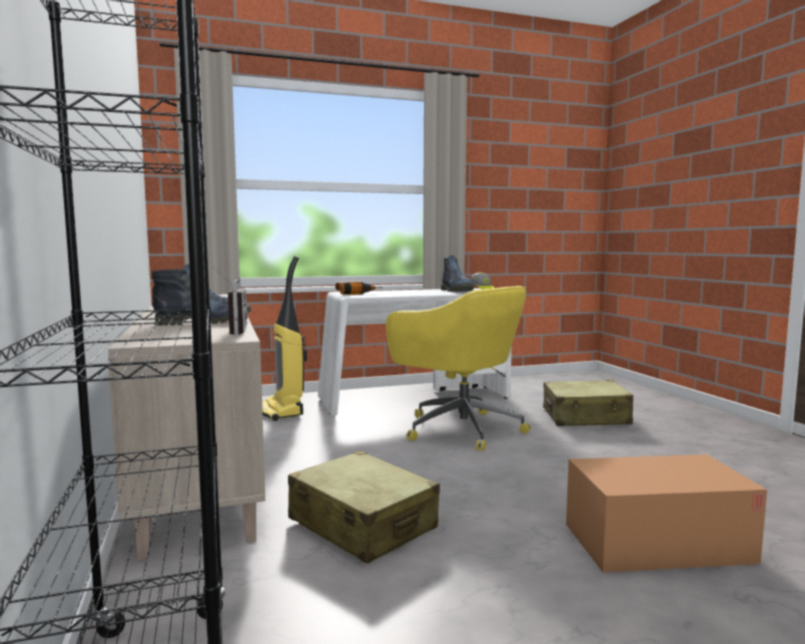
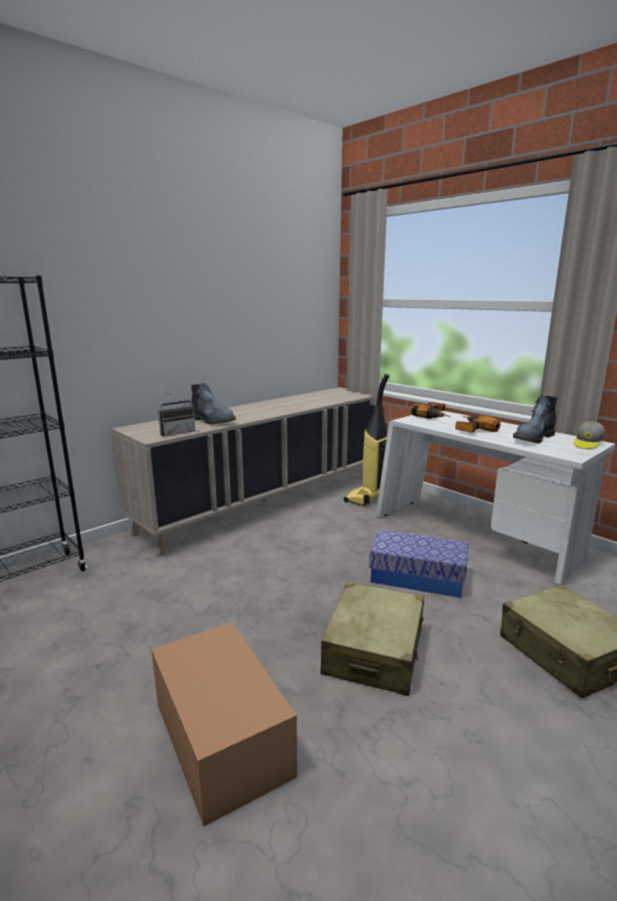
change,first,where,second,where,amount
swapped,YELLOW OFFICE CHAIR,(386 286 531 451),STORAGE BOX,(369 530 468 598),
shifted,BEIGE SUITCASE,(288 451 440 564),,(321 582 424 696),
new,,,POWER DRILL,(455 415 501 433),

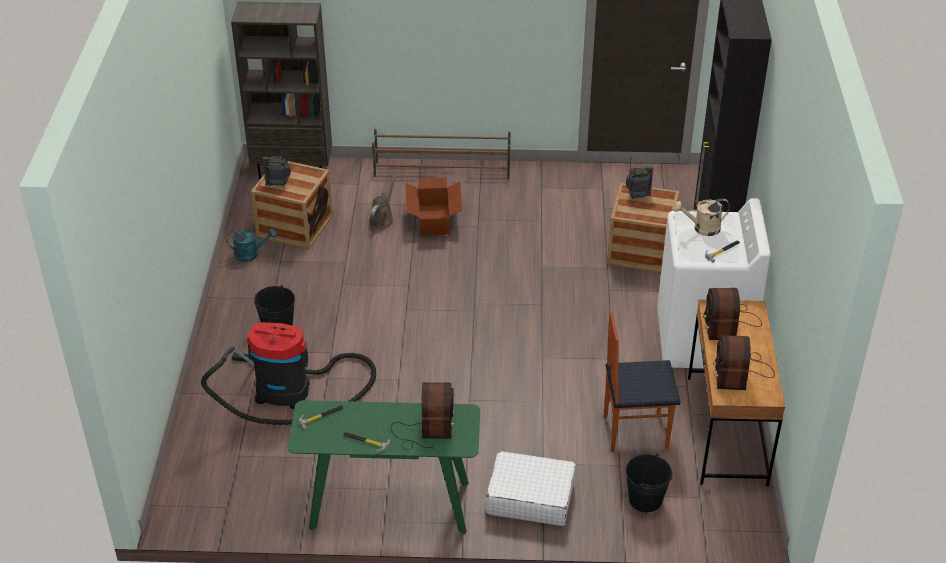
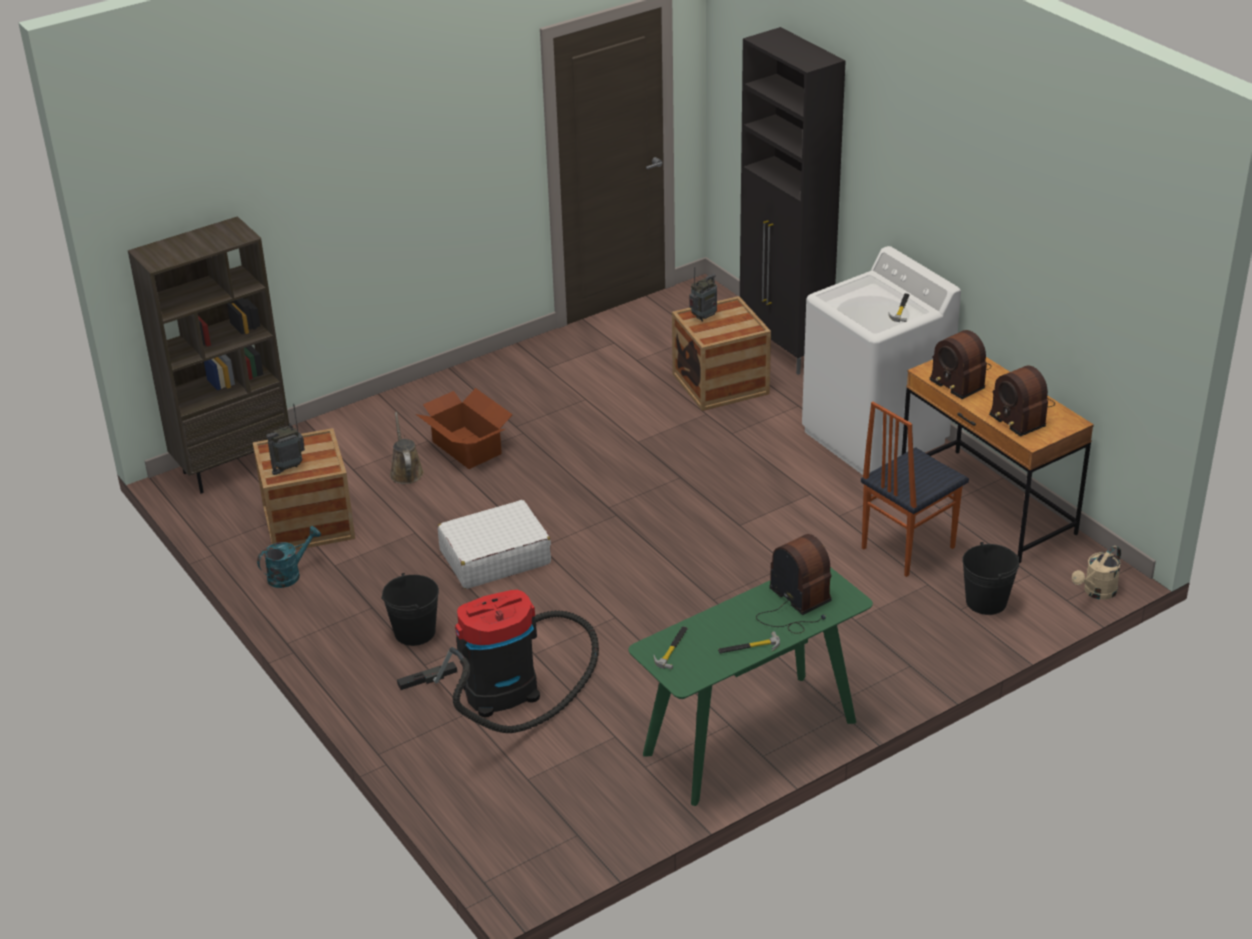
change,first,where,second,where,amount
gone,BROWN SHOE RACK,(372 128 511 180),,,
shifted,BEIGE WATERING CAN,(673 199 730 236),,(1072 546 1121 600),
shifted,WHITE SUITCASE,(486 451 576 526),,(438 500 551 589),

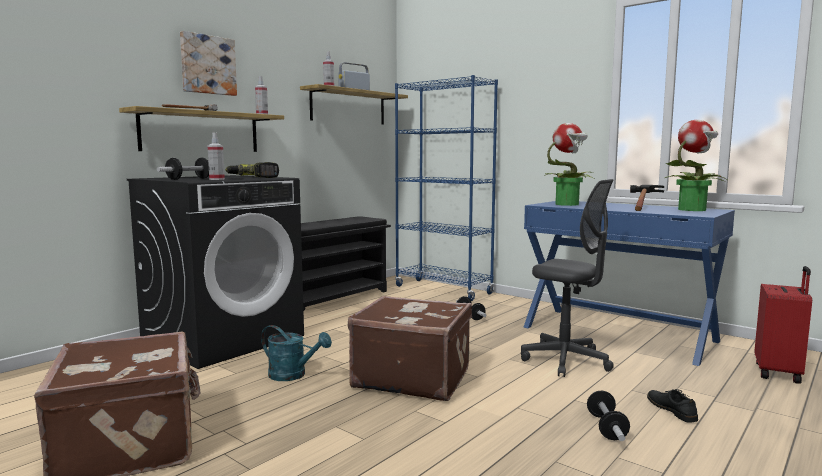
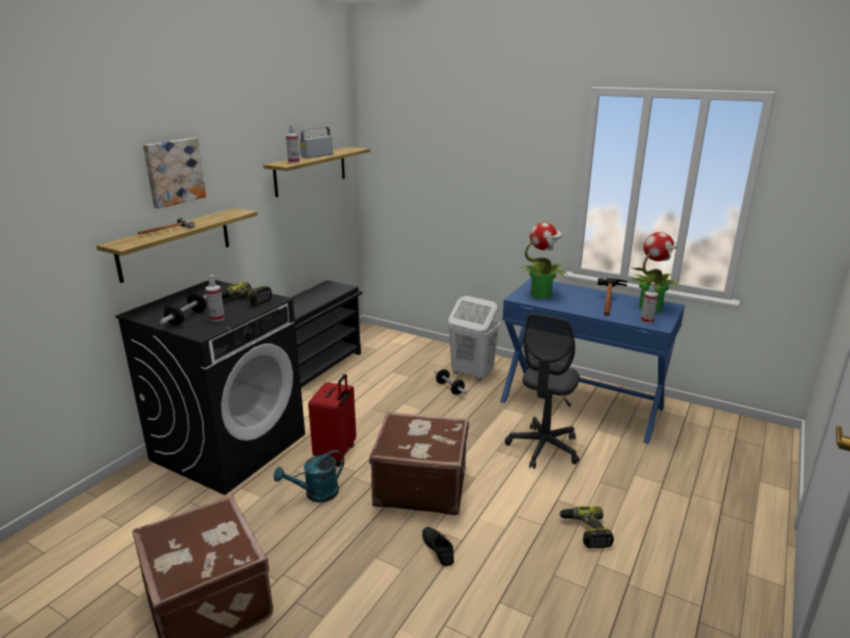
change,first,where,second,where,amount
gone,BLUE BOOKCASE,(395 75 498 301),,,
shifted,SPRAY BOTTLE,(255 76 268 114),,(641 282 658 324),
rotated,GREY OFFICE CHAIR,(521 179 614 377),,(505 313 579 469),90 degrees clockwise
shifted,RED SUITCASE,(755 266 812 384),,(308 374 356 467),
rotated,TURQUOISE WATERING CAN,(261 325 332 381),,(274 450 344 502),135 degrees clockwise
shifted,BLACK SHOE,(647 389 698 423),,(422 527 454 566),
swapped,DUMBBELL,(587 391 630 441),POWER DRILL,(559 506 614 548),
new,,,WHITE LAUNDRY BASKET,(448 296 500 381),

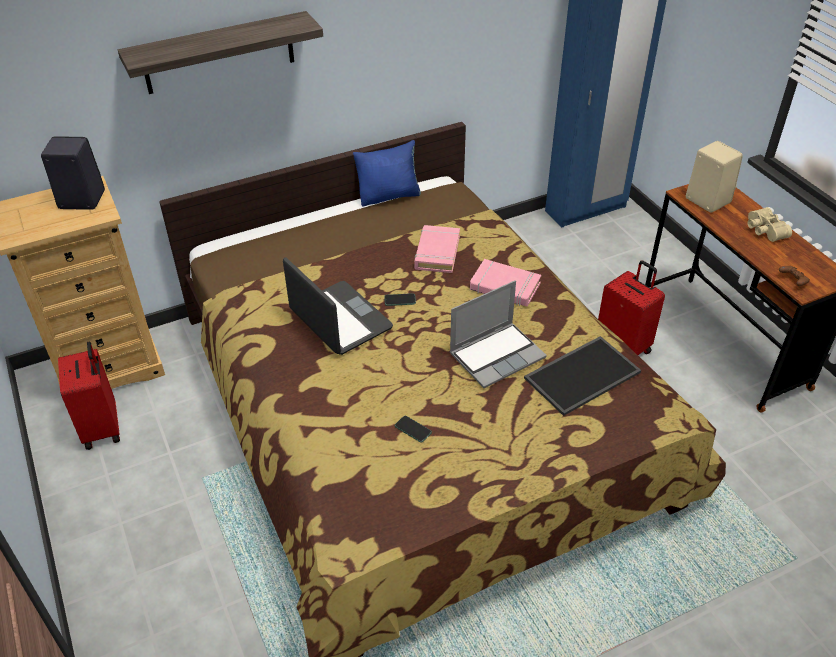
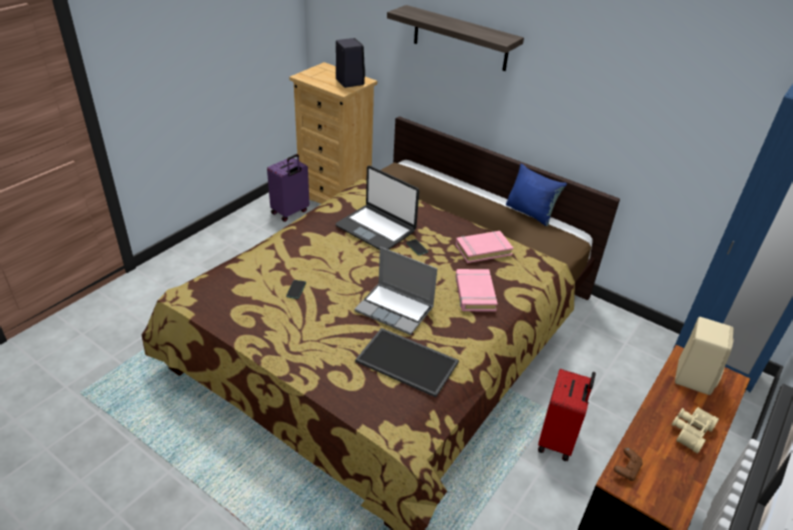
change,first,where,second,where,amount
rotated,LAPTOP,(283 257 393 355),,(336 166 419 250),105 degrees clockwise
repainted,RED SUITCASE,(58 342 120 450),PURPLE SUITCASE,(267 154 309 222),

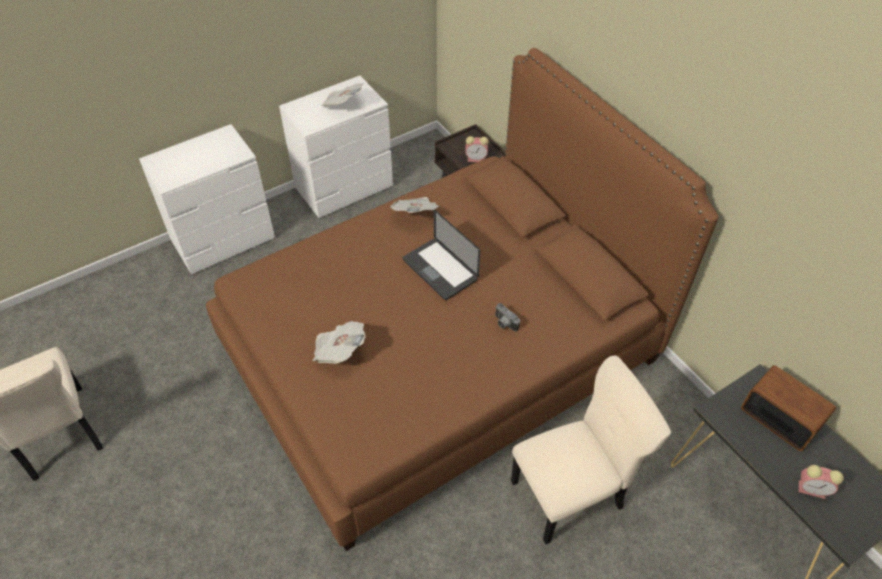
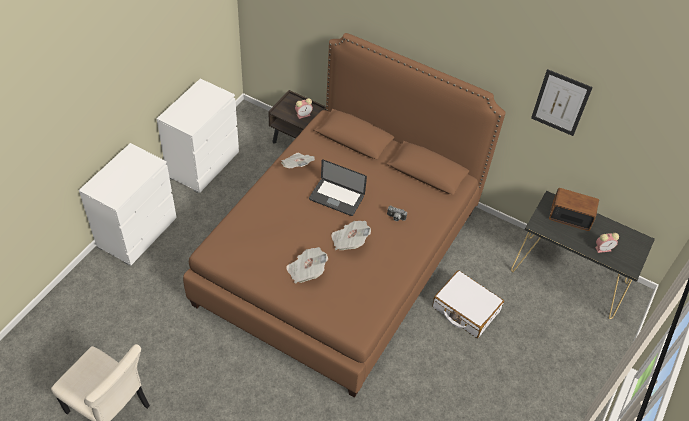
change,first,where,second,where,amount
shifted,NEWSPAPER,(321 83 364 106),,(331 221 371 250),
swapped,BEIGE CHAIR,(511 356 671 544),WHITE SUITCASE,(432 270 504 338),
new,,,PICTURE,(531 69 593 136),

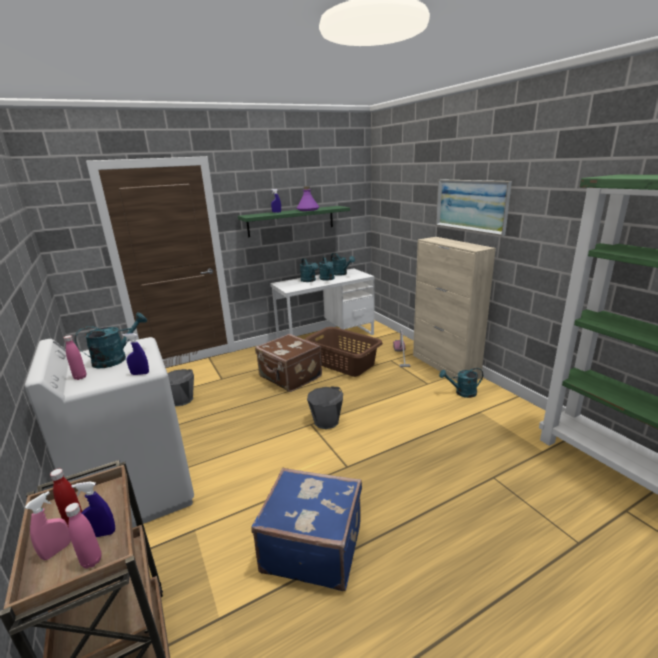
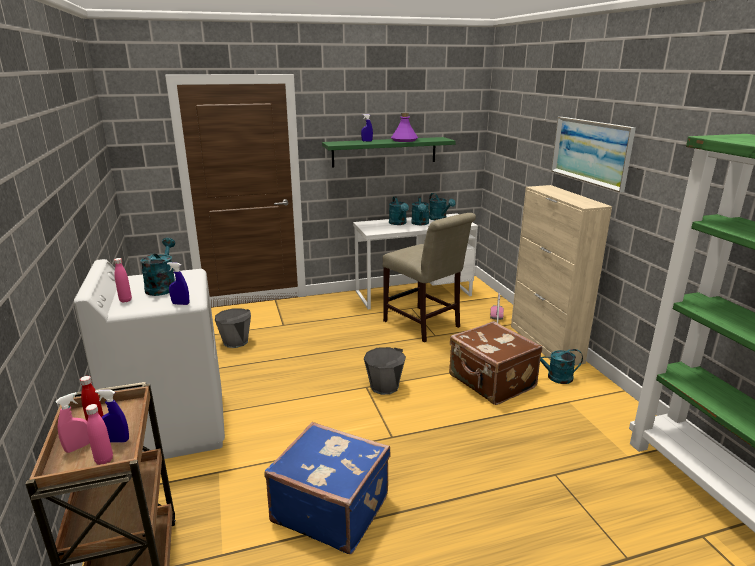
change,first,where,second,where,amount
rotated,TURQUOISE WATERING CAN,(75 313 147 368),,(140 238 175 296),60 degrees counterclockwise
swapped,BROWN LAUNDRY BASKET,(305 327 383 377),BEIGE CHAIR,(382 213 476 342),
shifted,BROWN SUITCASE,(255 334 322 392),,(449 321 542 405),

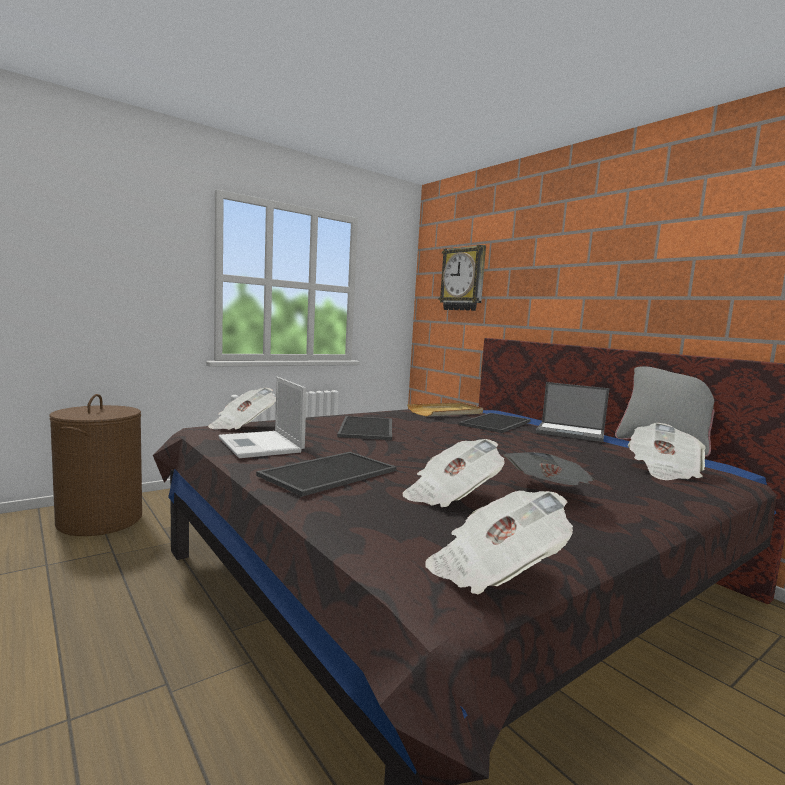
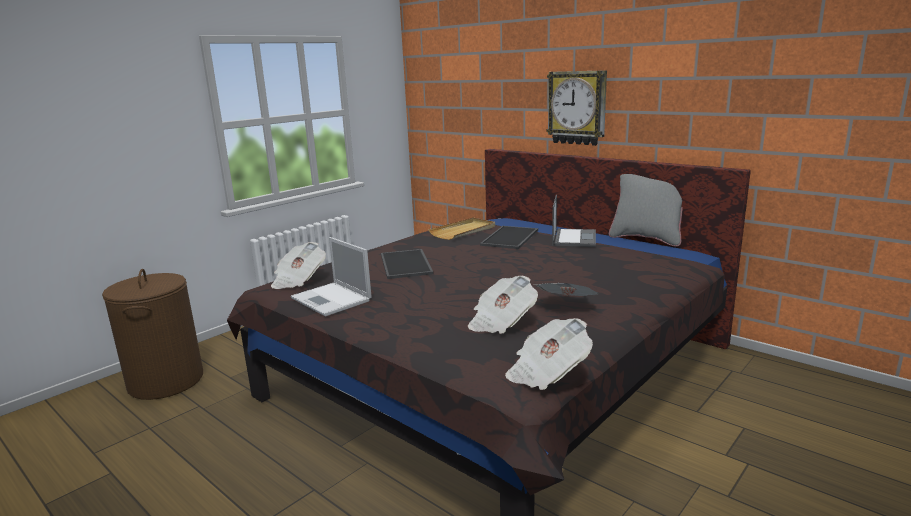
change,first,where,second,where,amount
shifted,WALL CLOCK,(439 245 486 311),,(546 70 607 146),
rotated,LAPTOP,(535 382 609 442),,(552 195 596 247),90 degrees counterclockwise
gone,NEWSPAPER,(628 423 705 480),,,
gone,TRAY,(256 452 397 496),,,

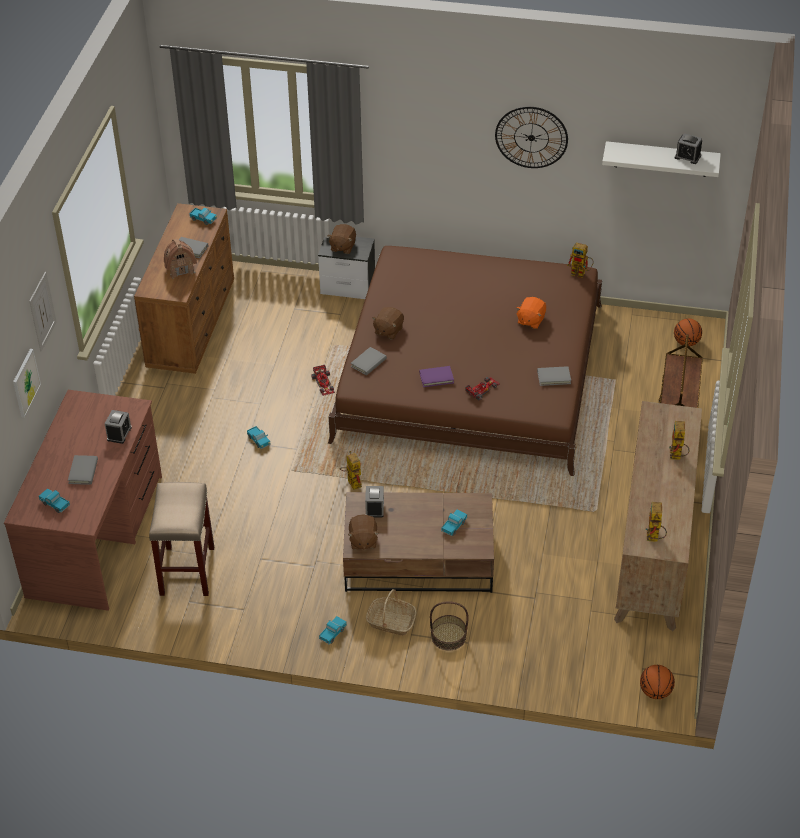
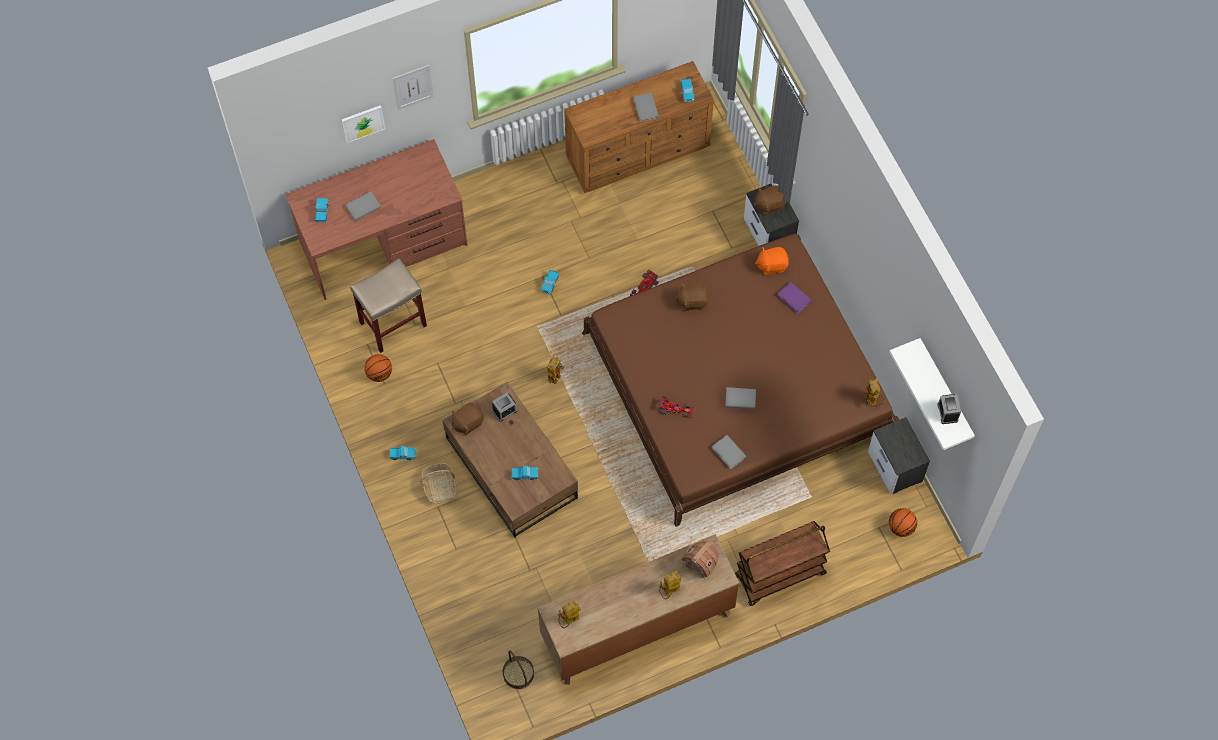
change,first,where,second,where,amount
gone,WALL CLOCK,(495 107 568 168),,,
shifted,TOY HOUSE,(164 239 197 279),,(681 541 719 580),
shifted,ORANGE PLUSH TOY,(516 297 546 329),,(755 247 789 275),
shifted,GREY BOOK,(351 347 387 375),,(725 387 756 409),
shifted,PURPLE BOOK,(419 366 454 387),,(777 282 812 314),
gone,ALARM CLOCK,(105 410 132 444),,,
shifted,BASKET,(430 601 469 651),,(503 650 534 689),
shifted,BASKETBALL,(640 665 675 699),,(364 354 392 382),
new,,,NIGHTSTAND,(868 417 930 494),

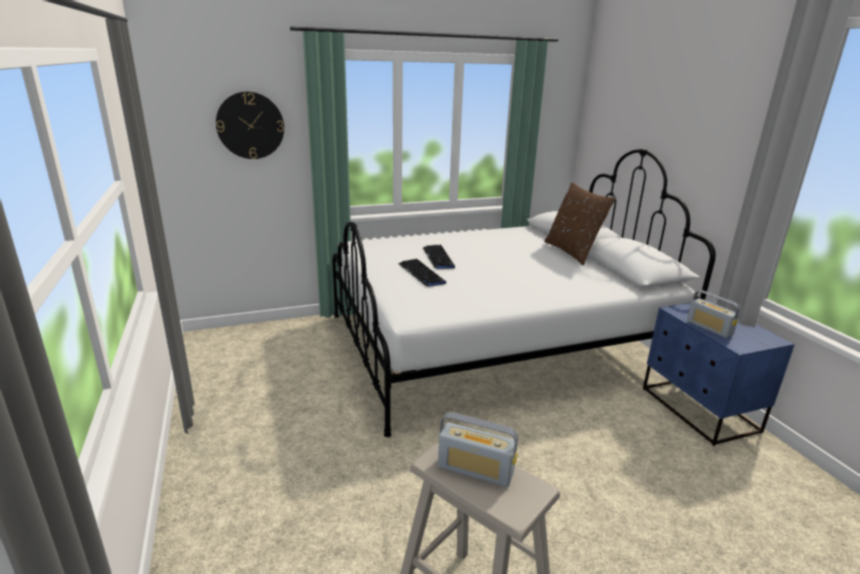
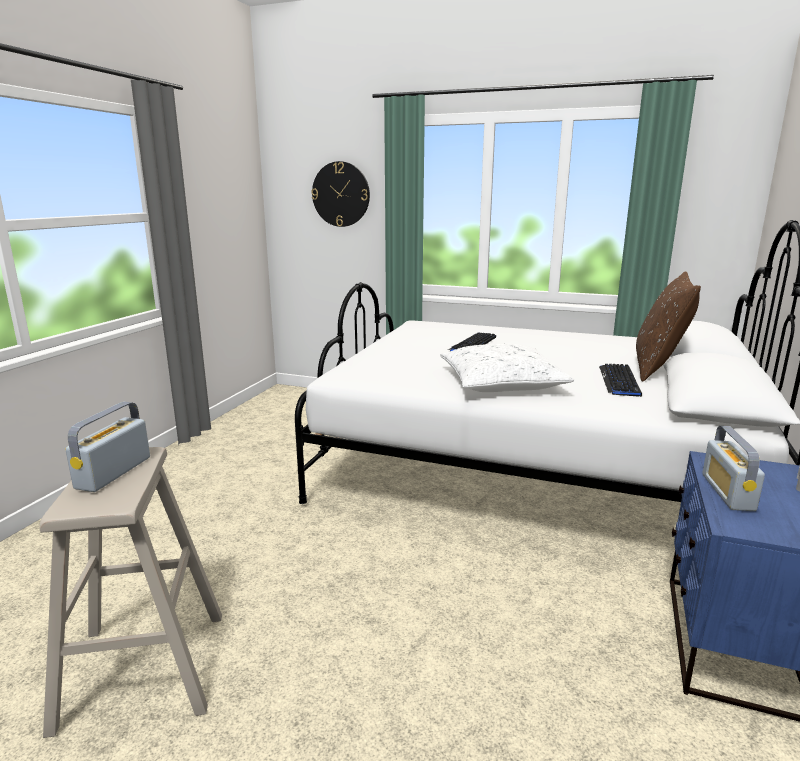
change,first,where,second,where,amount
shifted,KEYBOARD,(399 259 446 287),,(599 364 642 397),
rotated,RADIO,(438 412 518 487),,(66 402 150 492),45 degrees clockwise
new,,,WHITE PILLOW,(440 344 574 392),

